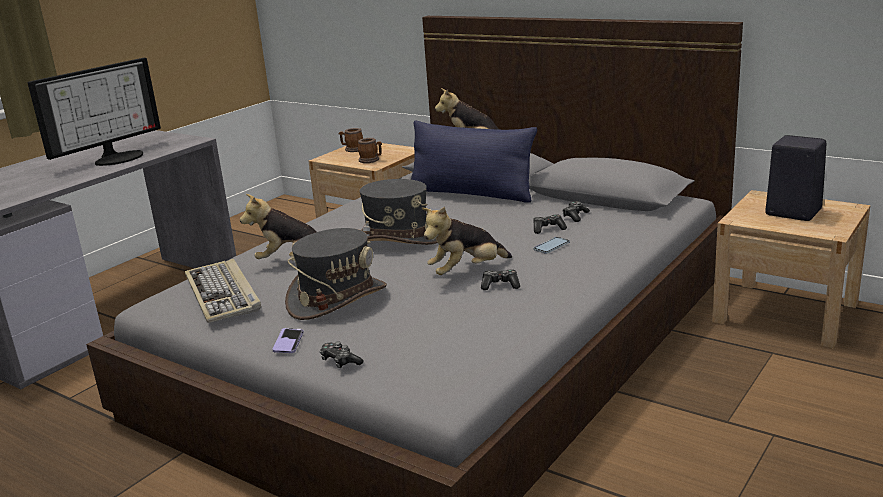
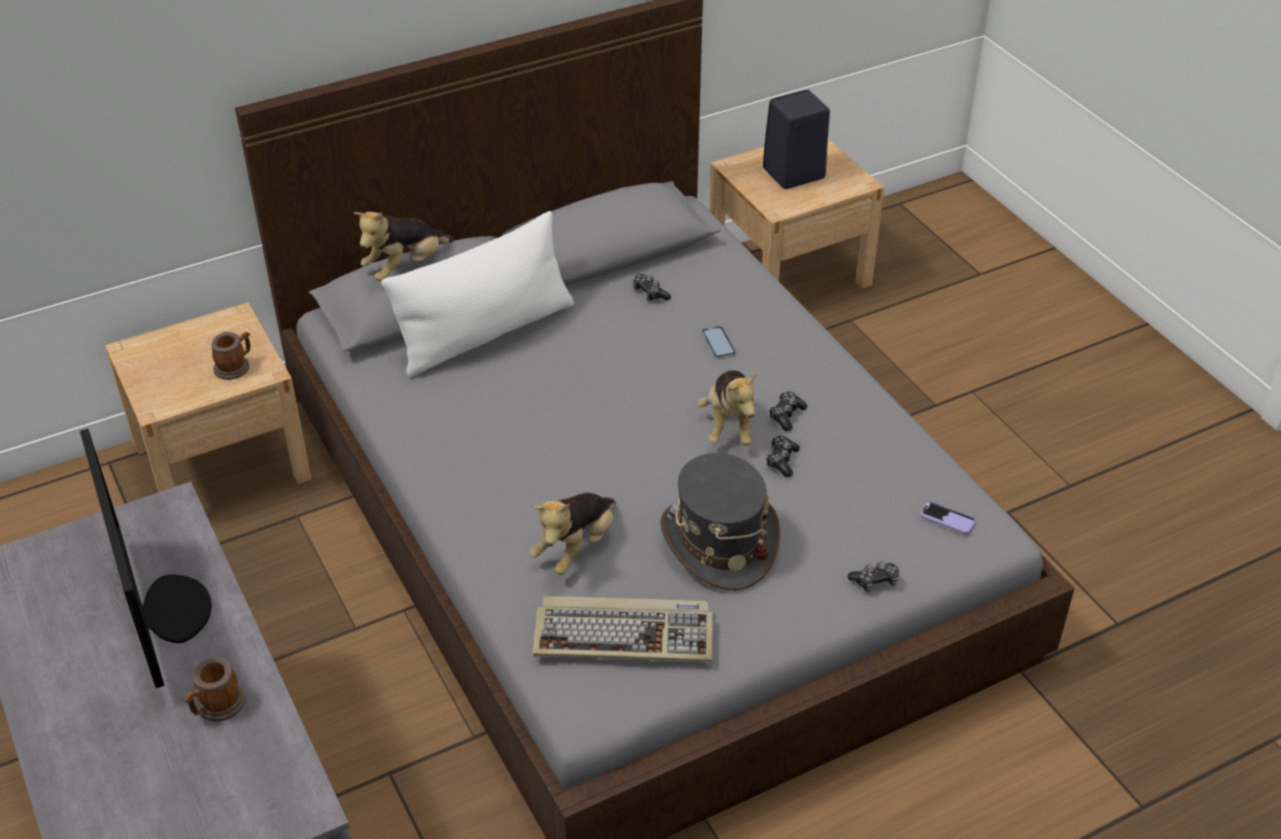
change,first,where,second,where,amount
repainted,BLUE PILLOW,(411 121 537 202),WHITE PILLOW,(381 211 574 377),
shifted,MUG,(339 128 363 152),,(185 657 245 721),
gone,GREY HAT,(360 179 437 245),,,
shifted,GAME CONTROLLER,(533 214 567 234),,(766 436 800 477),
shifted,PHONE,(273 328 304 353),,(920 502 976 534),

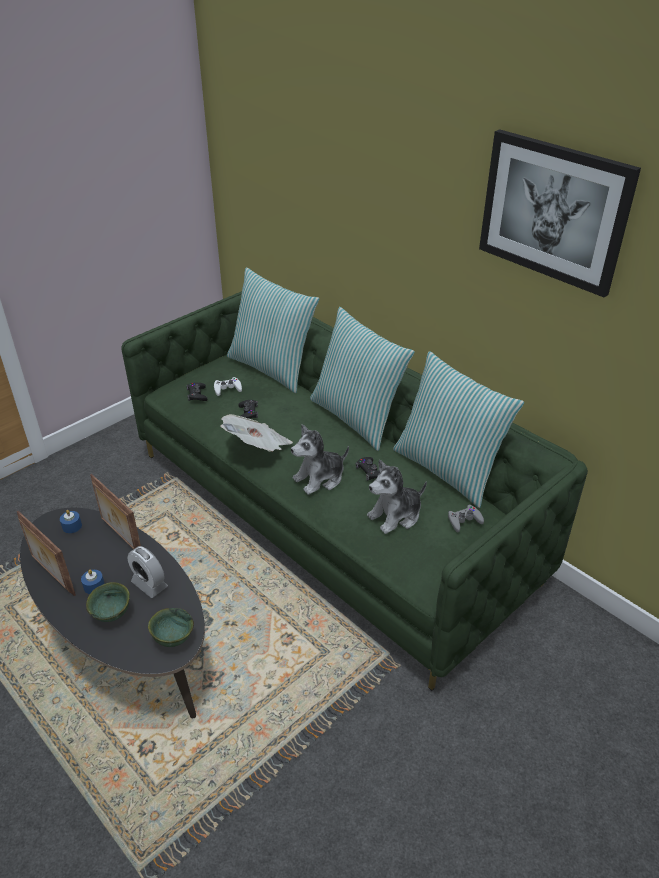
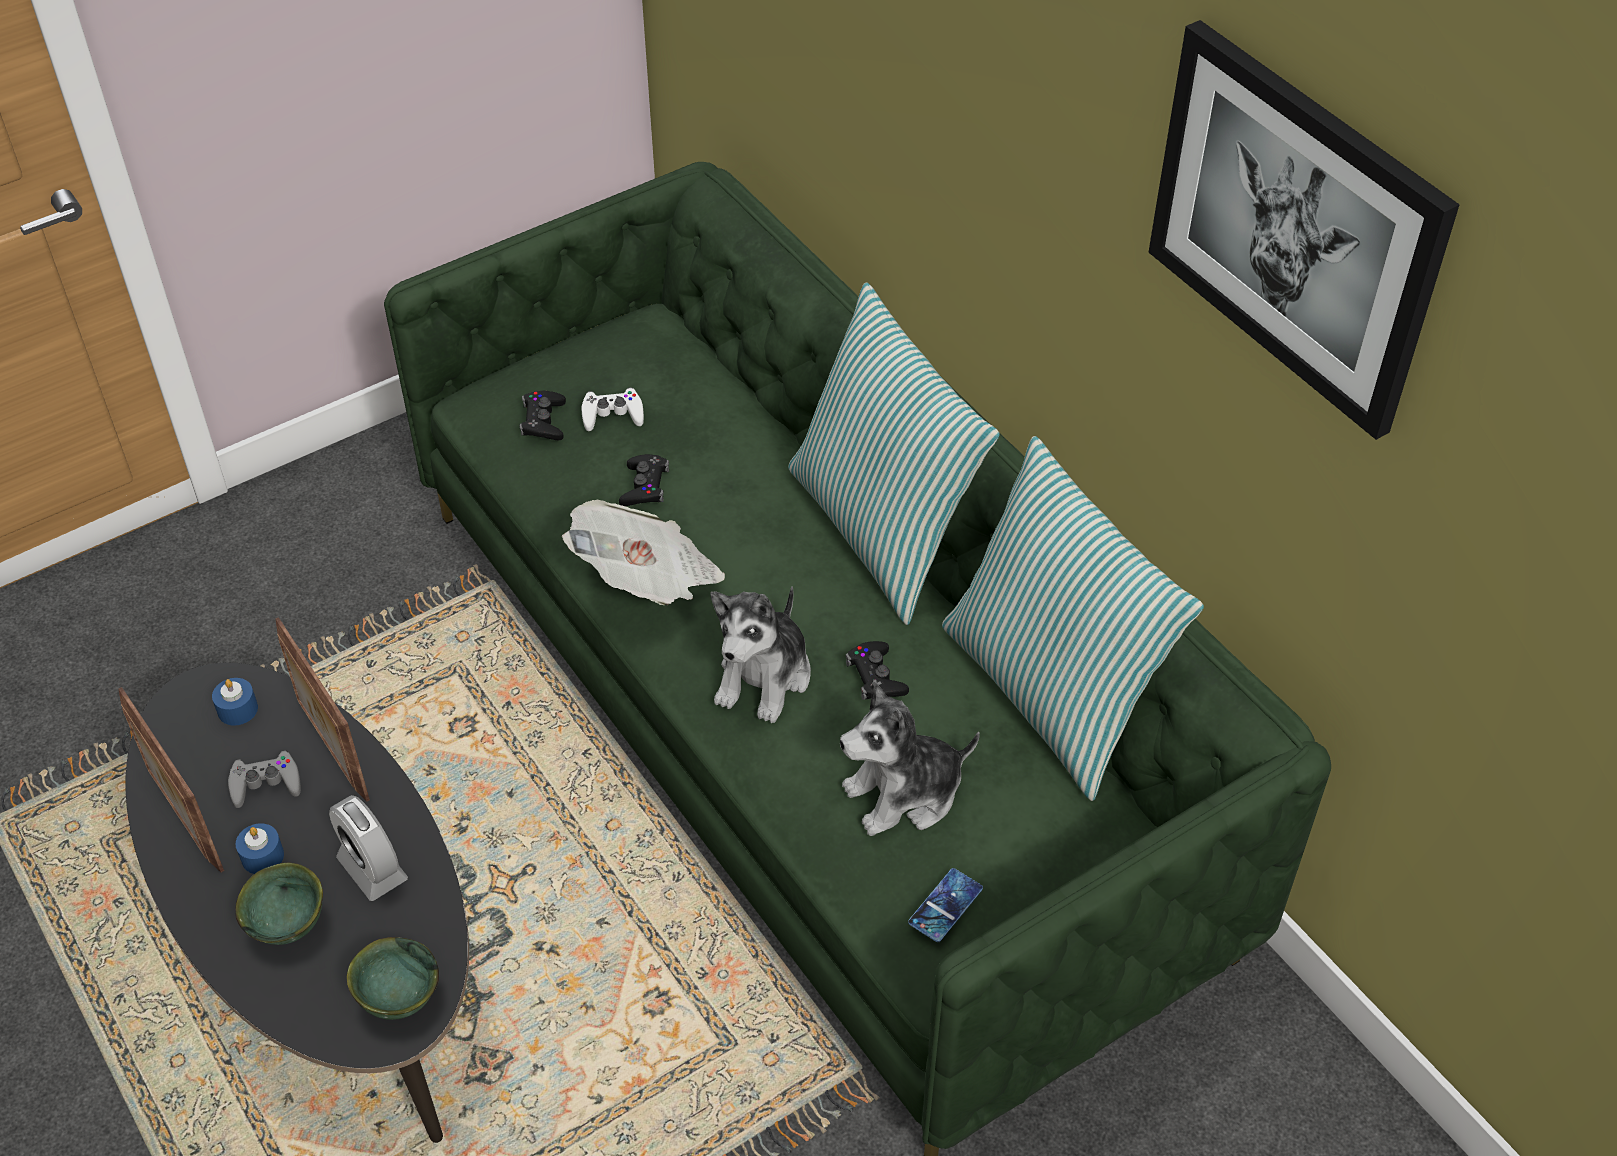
change,first,where,second,where,amount
gone,PILLOW,(227 267 319 393),,,
rotated,PLUSH TOY,(291 424 349 495),,(711 586 811 723),45 degrees counterclockwise
shifted,GREY GAME CONTROLLER,(448 504 484 532),,(228 750 301 808),
new,,,PHONE,(908 868 983 942),

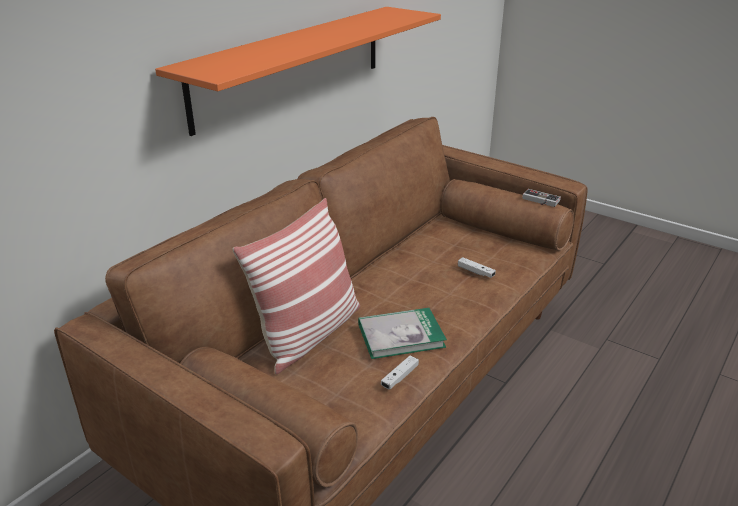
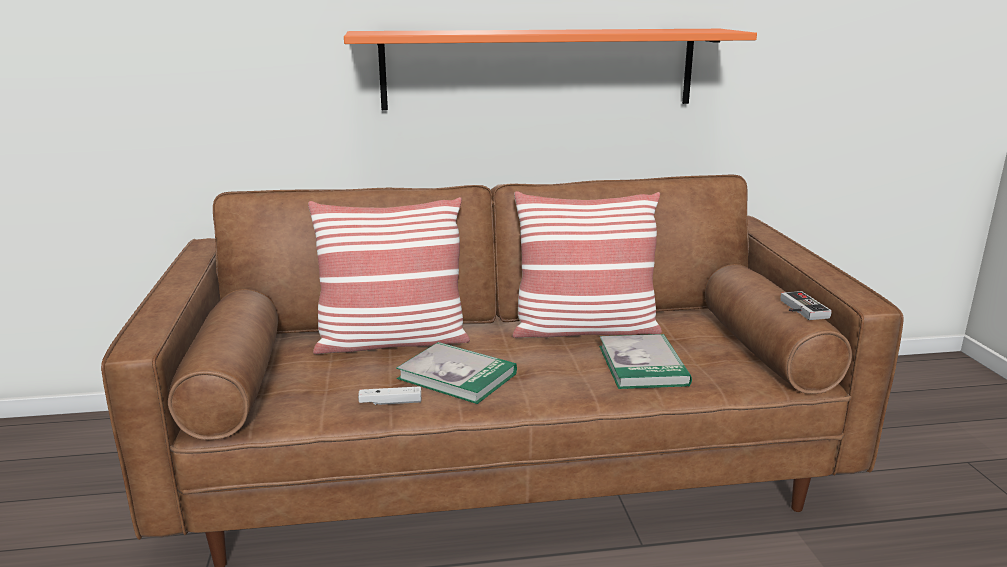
change,first,where,second,where,amount
swapped,WHITE GAME CONTROLLER,(458 257 496 278),BOOK,(599 334 692 389),
new,,,PILLOW,(512 191 662 338),

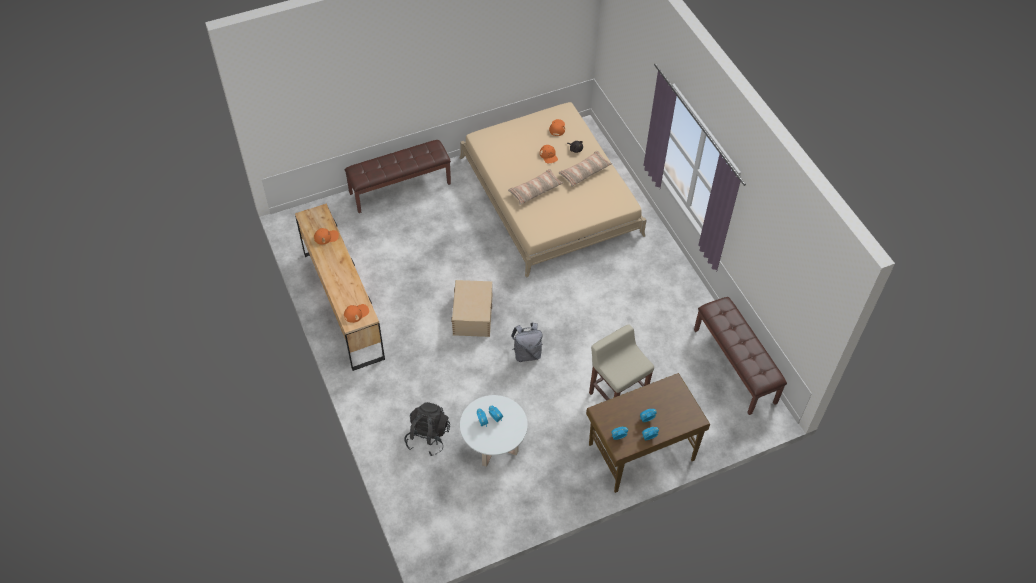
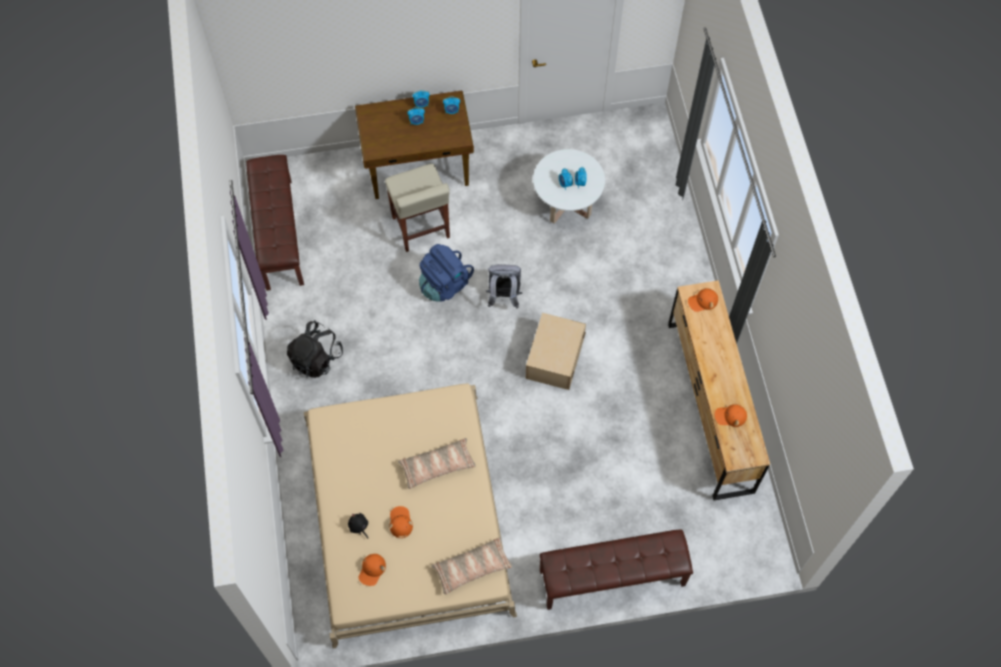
change,first,where,second,where,amount
shifted,PILLOW,(559 151 612 187),,(431 537 512 594),
shifted,BLACK BACKPACK,(404 402 450 456),,(287 320 343 378),
new,,,BLUE BACKPACK,(419 244 474 302),

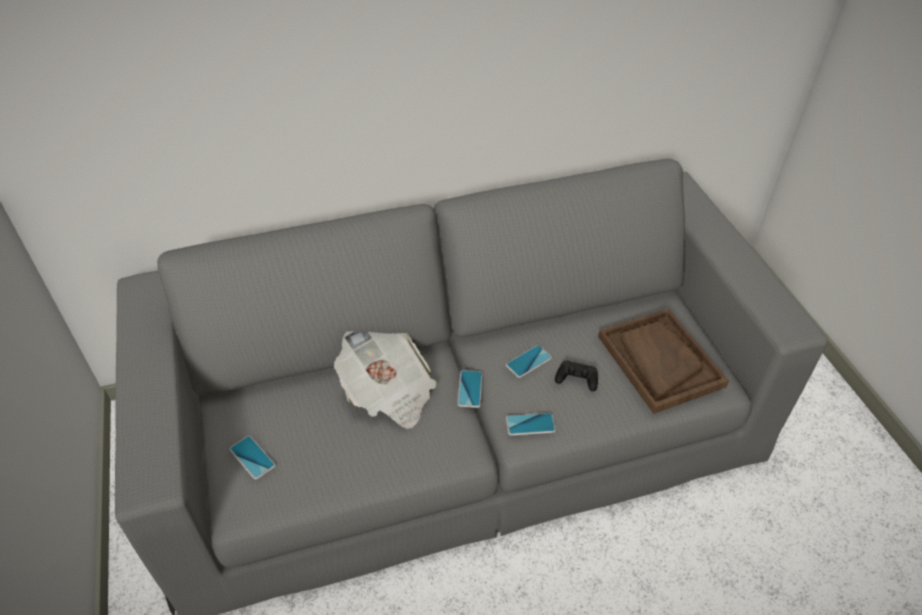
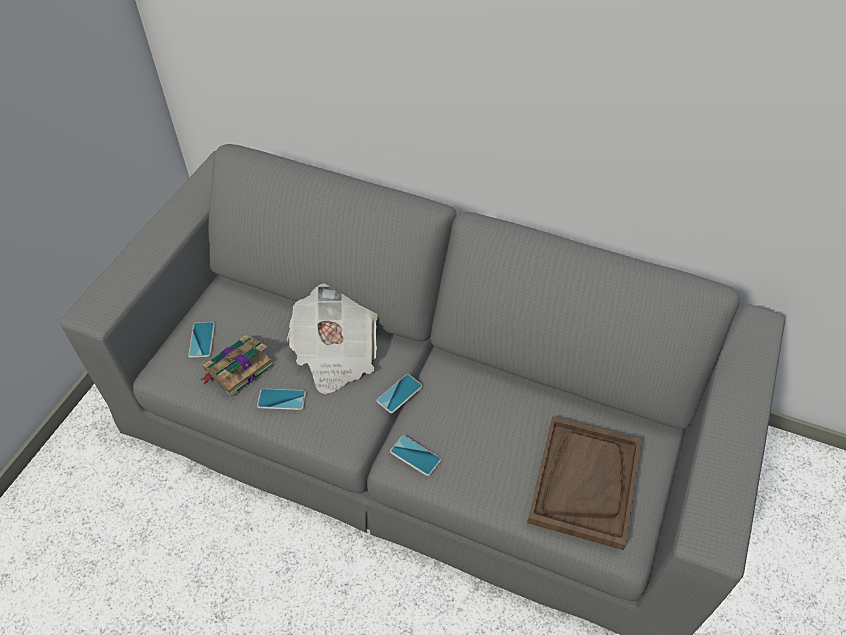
change,first,where,second,where,amount
shifted,PHONE,(506 345 552 378),,(257 389 306 410),
gone,BLACK GAME CONTROLLER,(555 361 598 391),,,
new,,,BOOK,(201 335 274 397),

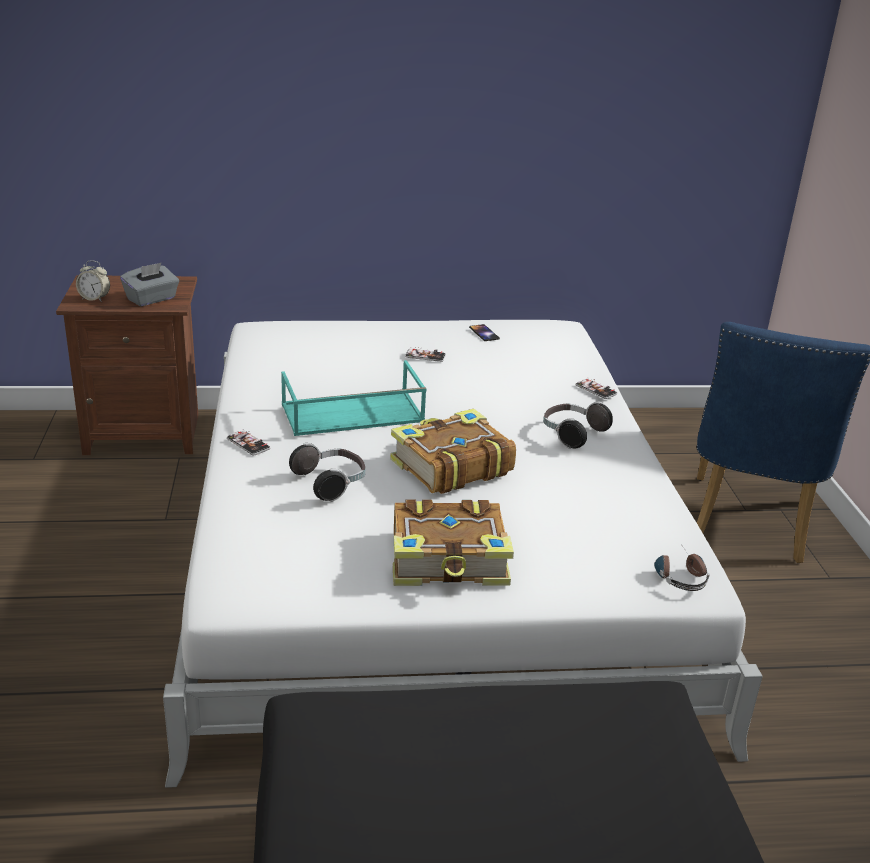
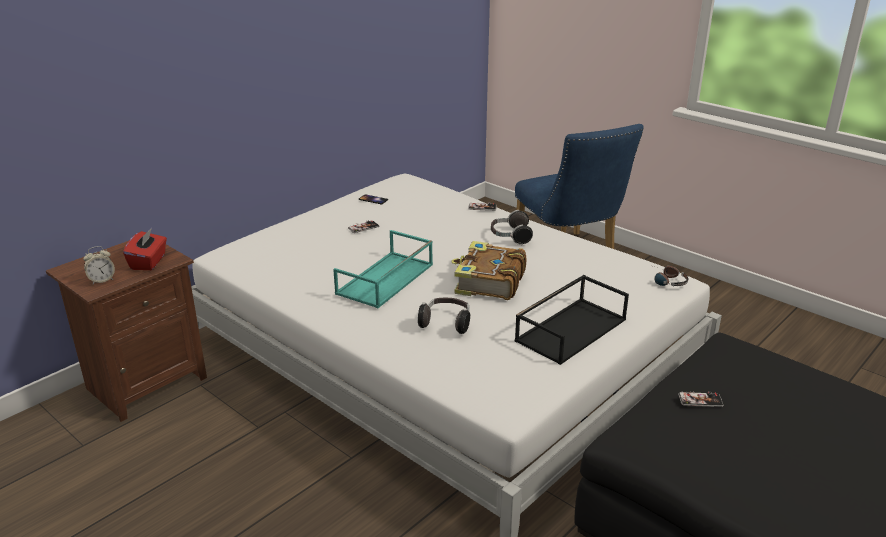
change,first,where,second,where,amount
repainted,GREY TISSUE BOX,(120 263 179 306),RED TISSUE BOX,(123 228 167 270),
shifted,PHONE,(227 429 270 455),,(678 391 724 407),
swapped,BOOK,(393 500 514 586),BLACK TRAY,(515 275 629 365),

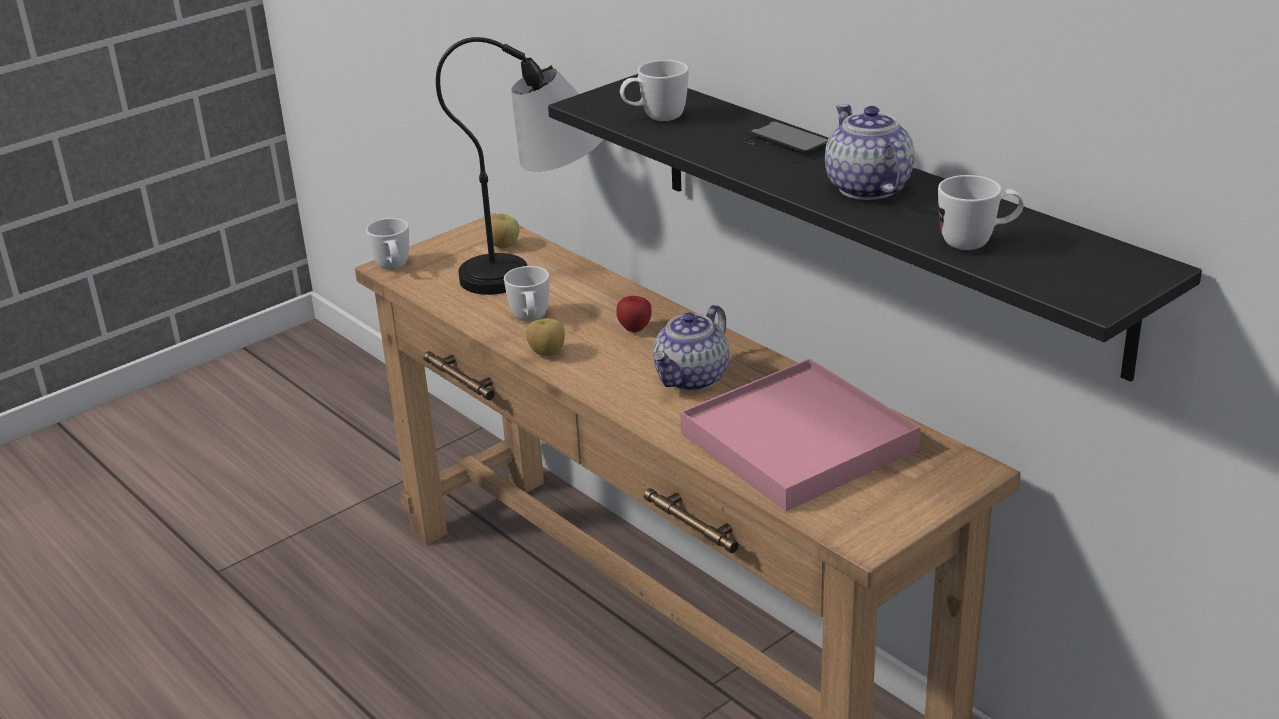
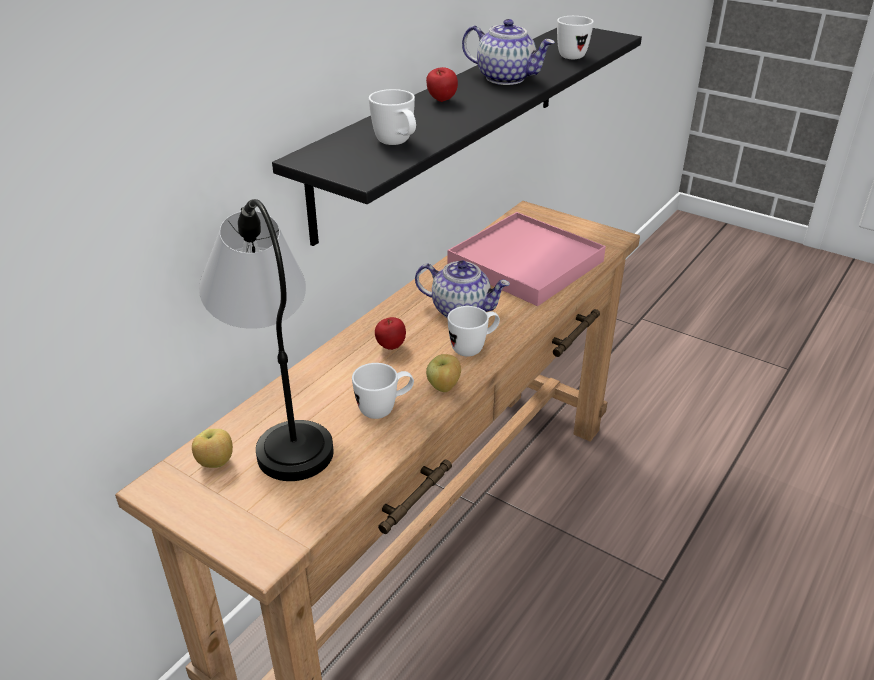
change,first,where,second,where,amount
rotated,TEAPOT,(825 104 914 200),,(462 19 555 85),120 degrees counterclockwise
swapped,PHONE,(739 121 828 163),APPLE,(426 67 458 102),
shifted,WHITE MUG,(366 218 409 269),,(448 306 500 357),

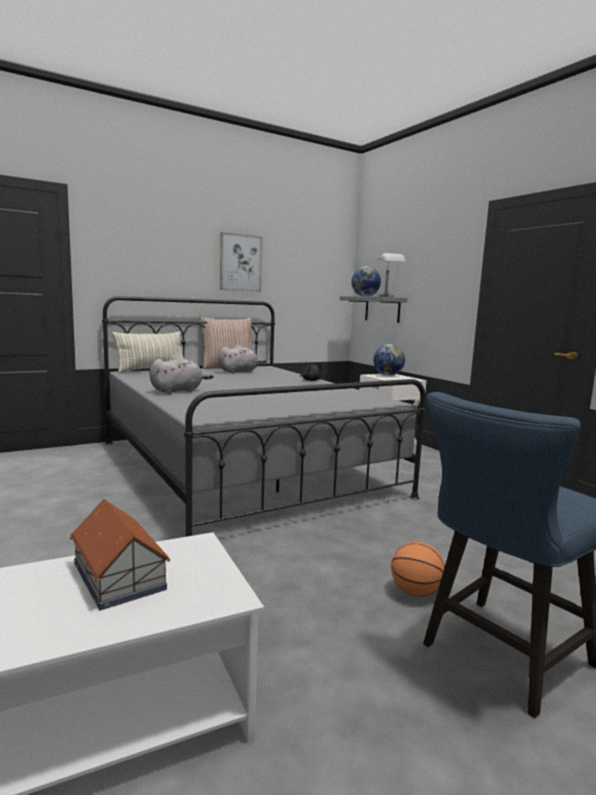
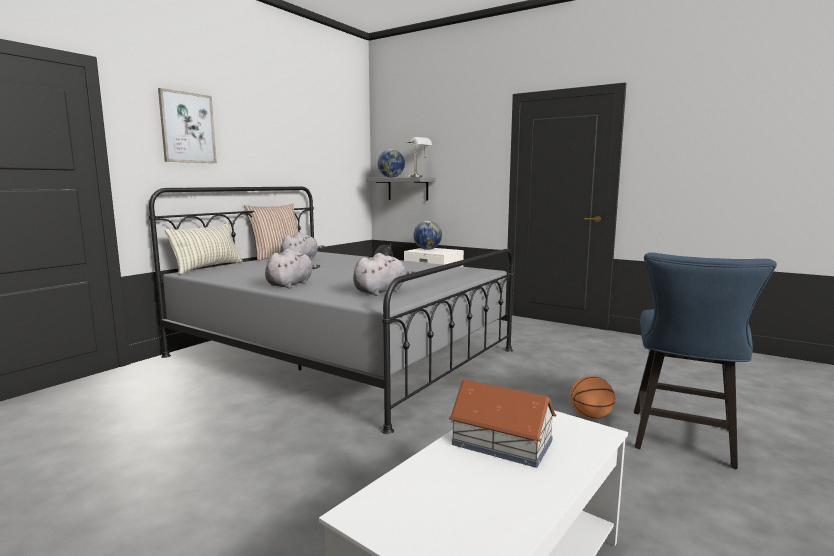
change,first,where,second,where,amount
shifted,PICTURE,(220 232 262 292),,(158 88 217 163),
new,,,GREY PLUSH TOY,(353 253 416 296),

